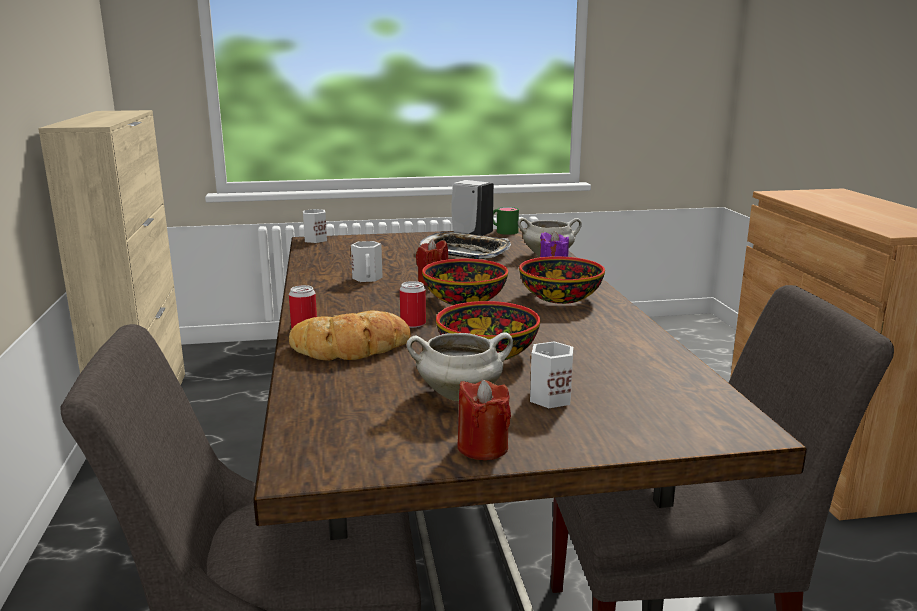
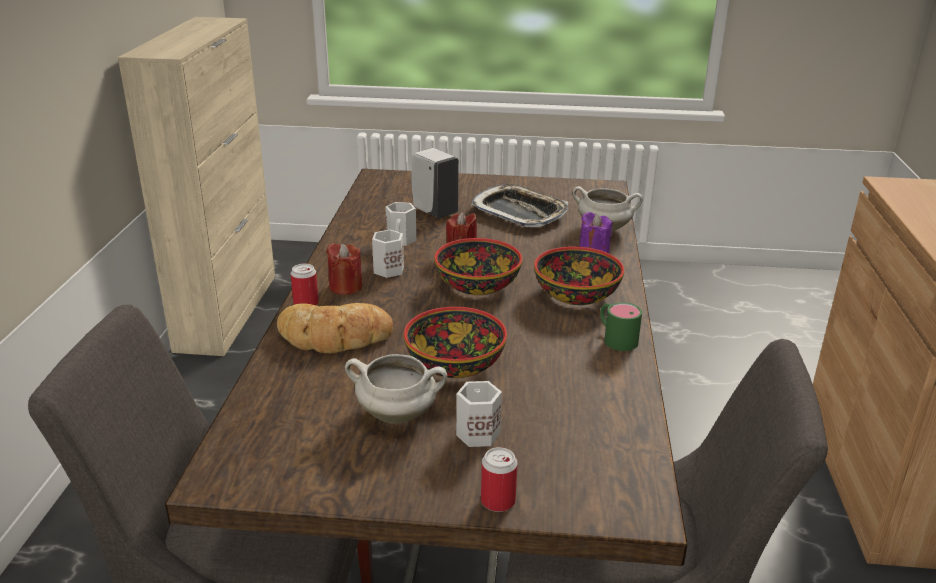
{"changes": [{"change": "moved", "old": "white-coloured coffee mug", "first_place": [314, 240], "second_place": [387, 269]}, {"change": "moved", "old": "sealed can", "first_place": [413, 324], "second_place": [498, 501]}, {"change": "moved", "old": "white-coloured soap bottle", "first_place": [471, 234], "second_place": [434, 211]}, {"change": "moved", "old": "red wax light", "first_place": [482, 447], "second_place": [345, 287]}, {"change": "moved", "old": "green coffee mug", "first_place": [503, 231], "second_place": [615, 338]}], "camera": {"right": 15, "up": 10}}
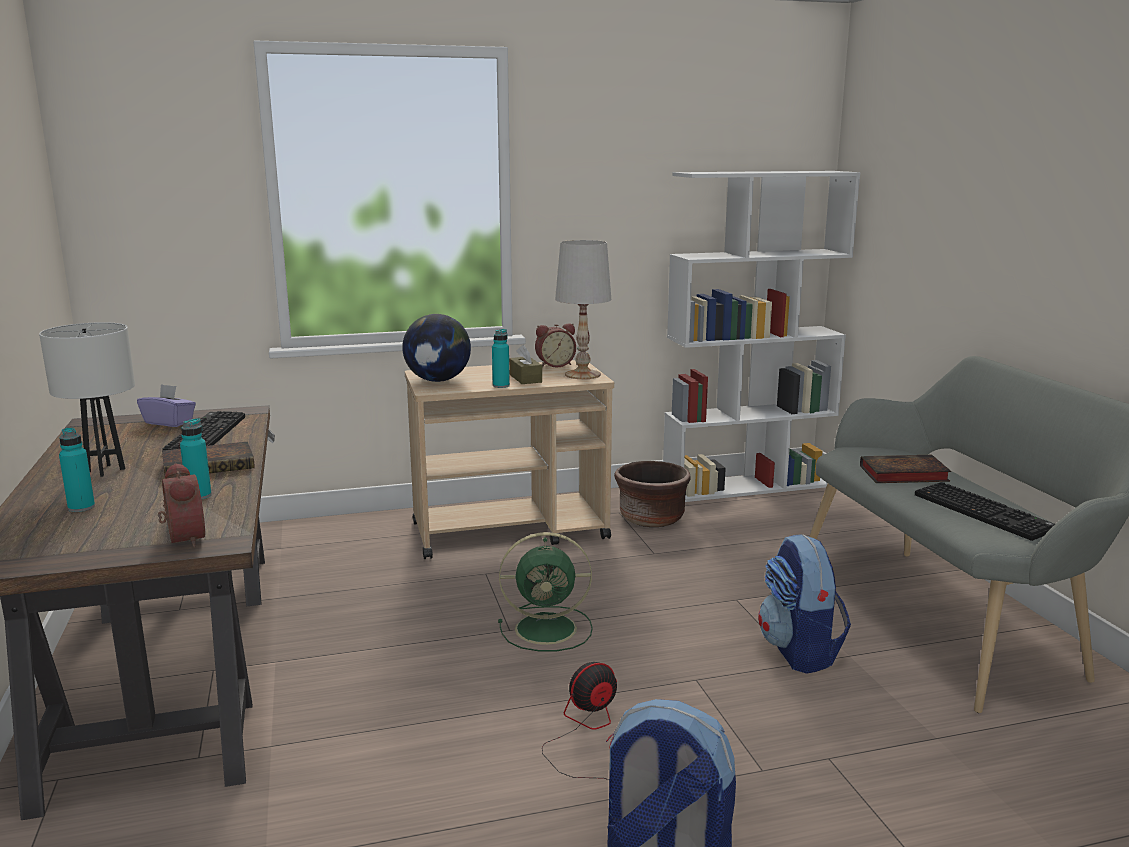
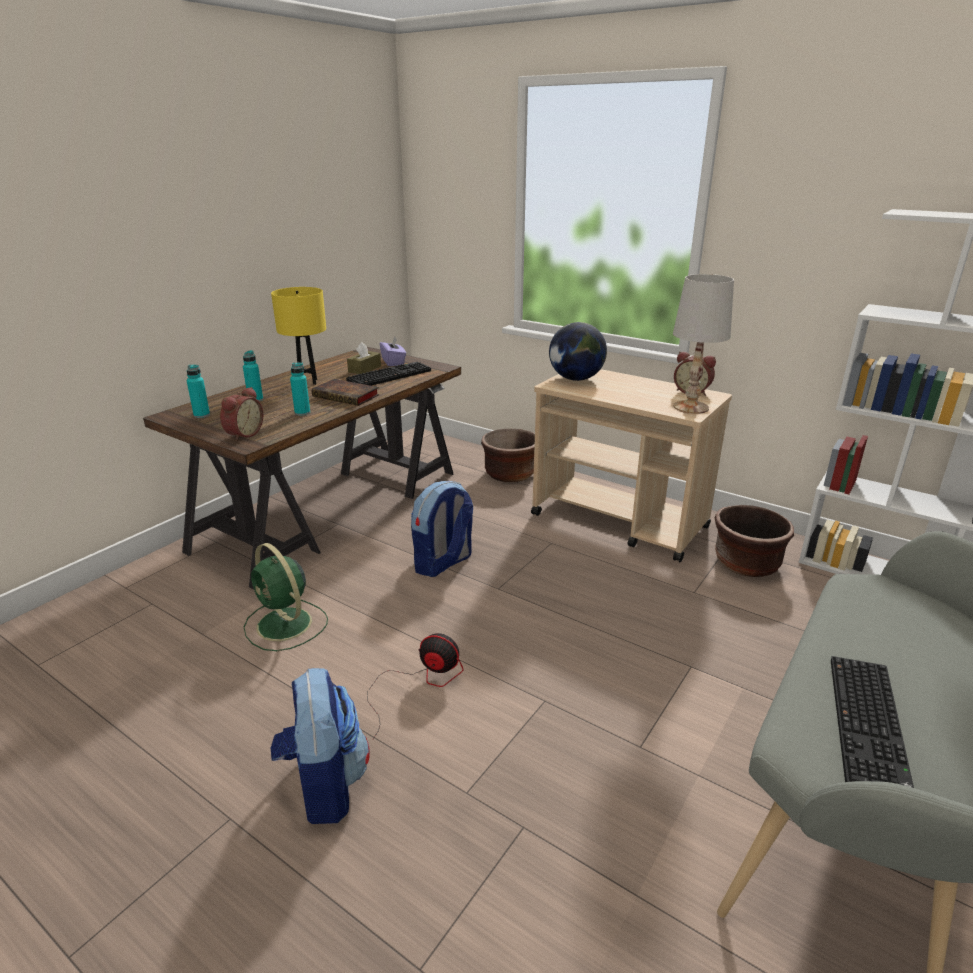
{"changes": [{"change": "recoloured", "old": "white-coloured lamp for a table", "new": "yellowish lamp for a table", "first_place": [106, 470], "second_place": [308, 382]}, {"change": "moved", "old": "turquoise-coloured drink bottle", "first_place": [501, 386], "second_place": [202, 415]}, {"change": "moved", "old": "green cooling fan", "first_place": [548, 629], "second_place": [285, 625]}, {"change": "moved", "old": "brownish tissue holder", "first_place": [525, 378], "second_place": [364, 369]}, {"change": "moved", "old": "backpack", "first_place": [799, 651], "second_place": [443, 563]}, {"change": "removed", "old": "book", "first_place": [901, 474]}, {"change": "added", "new": "brownish flower pot", "second_place": [510, 474]}], "camera": {"right": 50, "up": 10}}
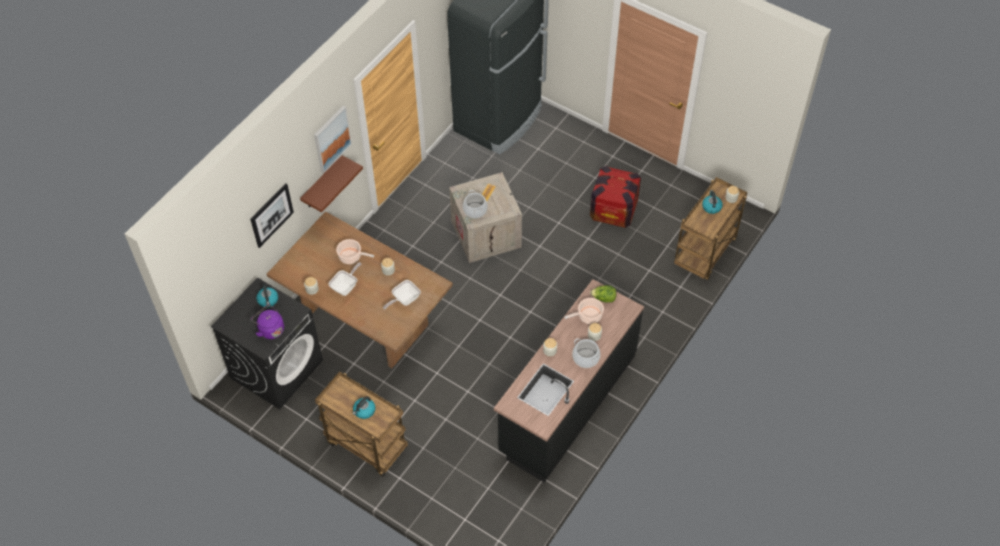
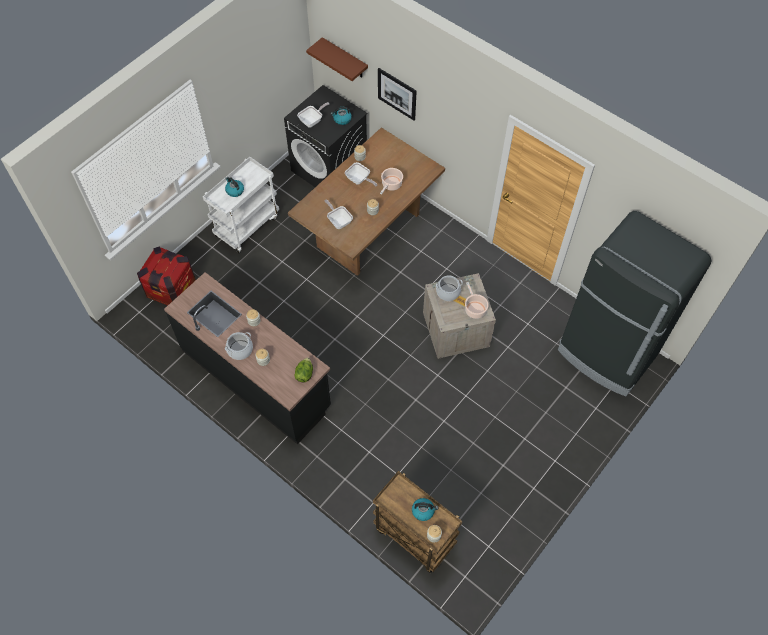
{"changes": [{"change": "replaced", "old": "purple-coloured tea kettle", "new": "skillet", "first_place": [270, 329], "second_place": [312, 121]}, {"change": "moved", "old": "brownish bracket shelf", "first_place": [322, 183], "second_place": [345, 59]}, {"change": "removed", "old": "wall art", "first_place": [331, 138]}, {"change": "recoloured", "old": "brownish trolley", "new": "white-coloured trolley", "first_place": [365, 445], "second_place": [247, 225]}, {"change": "moved", "old": "saucepot", "first_place": [588, 316], "second_place": [474, 309]}, {"change": "moved", "old": "packing crate", "first_place": [613, 210], "second_place": [171, 288]}], "camera": {"right": 95, "up": 5}}
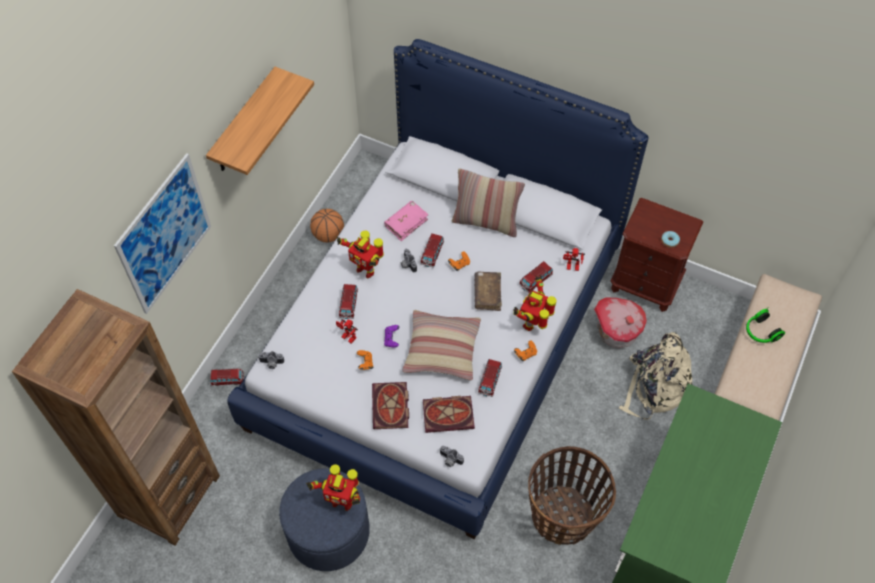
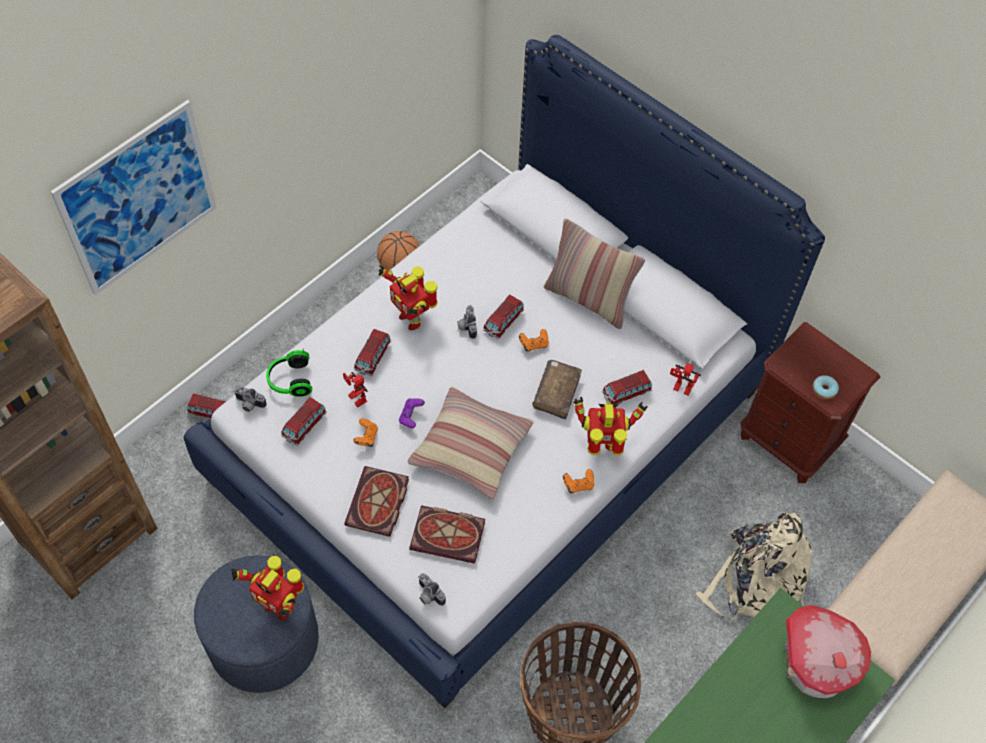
{"changes": [{"change": "removed", "old": "bracket shelf", "first_place": [244, 123]}, {"change": "removed", "old": "pinkish book", "first_place": [406, 223]}, {"change": "moved", "old": "model car", "first_place": [490, 381], "second_place": [304, 425]}, {"change": "turned", "old": "toy robot", "first_place": [532, 323], "second_place": [602, 447], "degrees": 45}, {"change": "moved", "old": "miniature house", "first_place": [616, 331], "second_place": [815, 664]}, {"change": "moved", "old": "headset", "first_place": [760, 332], "second_place": [289, 380]}], "camera": {"right": 15, "up": 0}}
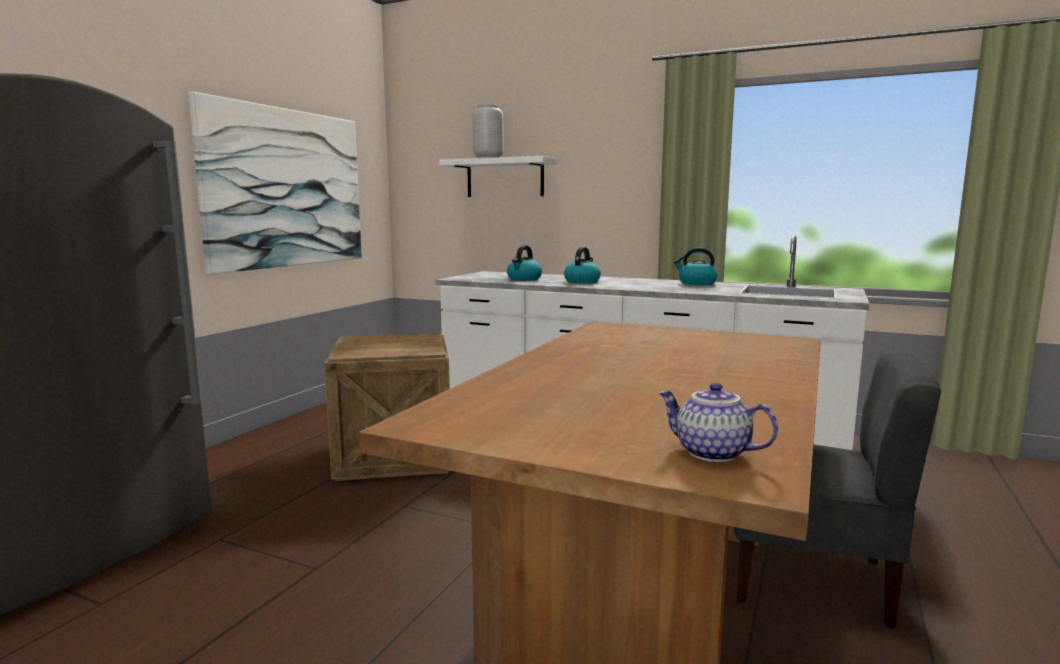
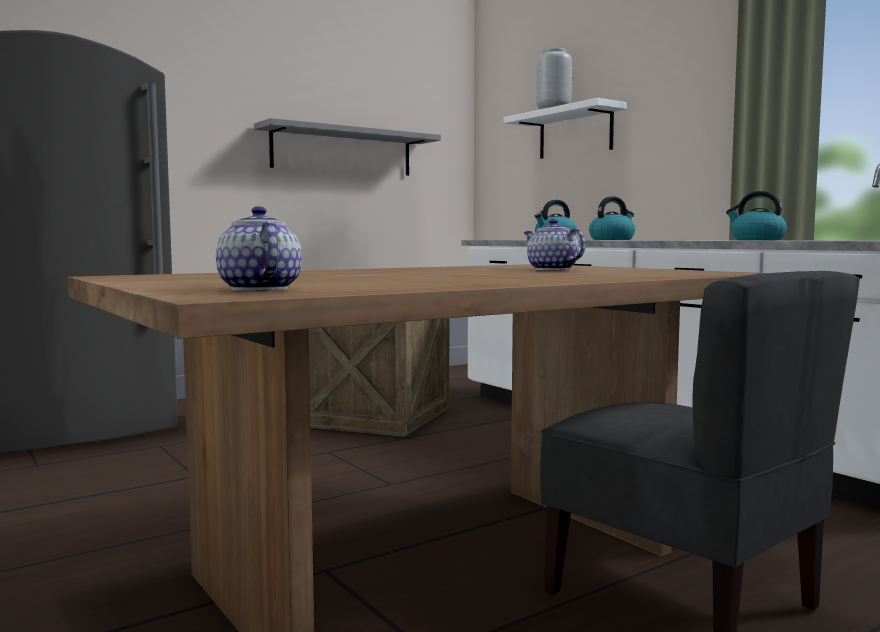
{"changes": [{"change": "replaced", "old": "wall art", "new": "gray bracket shelf", "first_place": [286, 188], "second_place": [343, 151]}, {"change": "added", "new": "tea pot", "second_place": [551, 270]}], "camera": {"right": 30, "up": -5}}
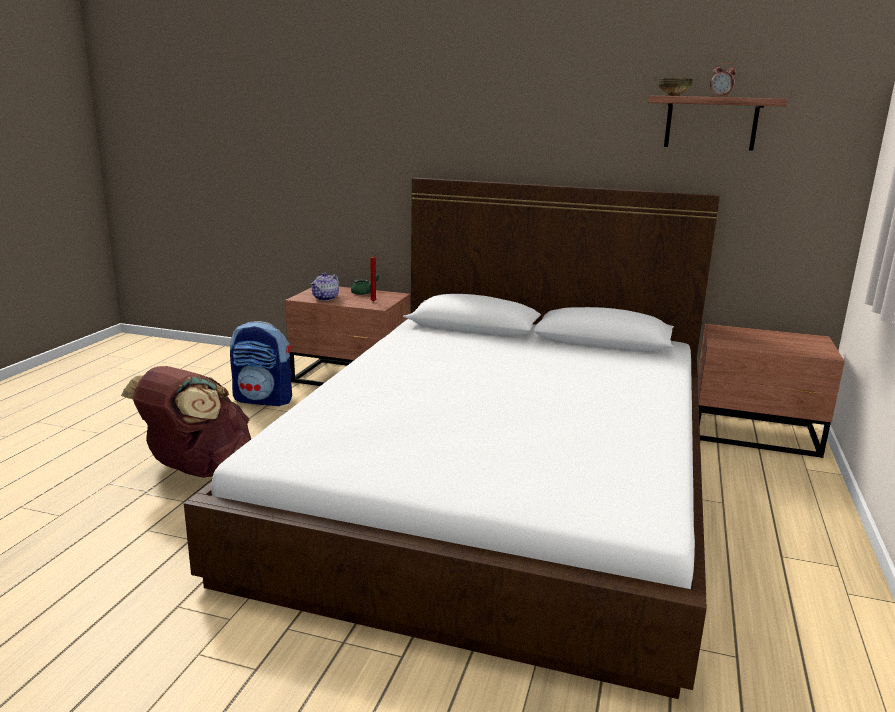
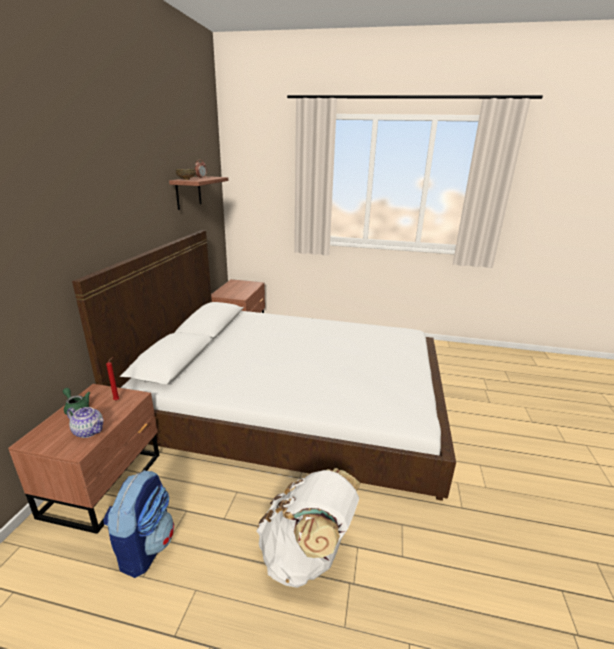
{"changes": [{"change": "recoloured", "old": "brownish backpack", "new": "white-coloured backpack", "first_place": [197, 470], "second_place": [307, 555]}], "camera": {"right": -95, "up": 5}}
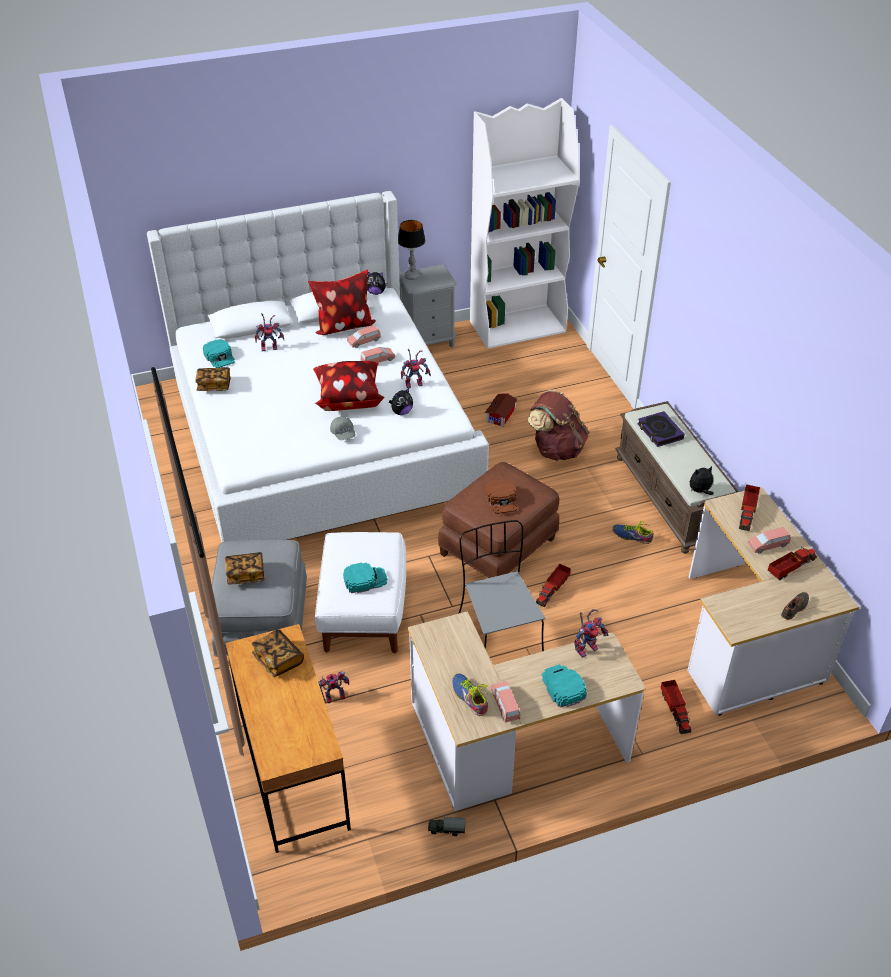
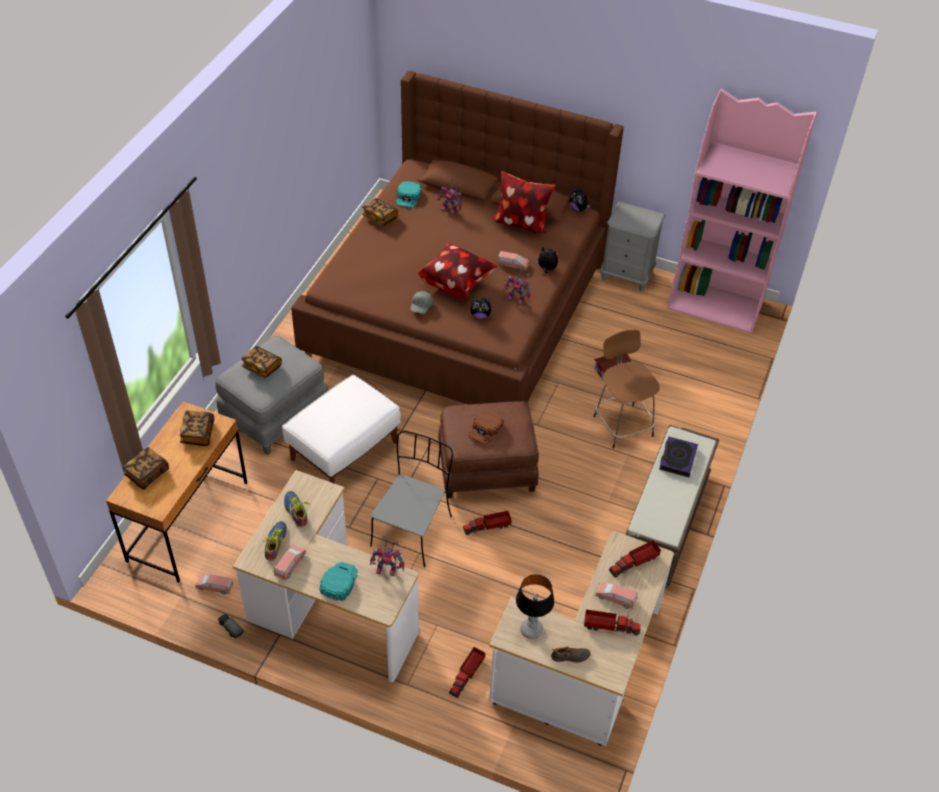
{"changes": [{"change": "recoloured", "old": "white-coloured bedroom bed", "new": "brownish bedroom bed", "first_place": [322, 439], "second_place": [459, 306]}, {"change": "removed", "old": "toy robot", "first_place": [333, 698]}, {"change": "removed", "old": "turquoise-coloured baseball cap", "first_place": [365, 579]}, {"change": "moved", "old": "pinkish model car", "first_place": [364, 341], "second_place": [214, 587]}, {"change": "moved", "old": "lamp for a table", "first_place": [412, 275], "second_place": [531, 629]}, {"change": "recoloured", "old": "white-coloured shelving unit", "new": "pinkish shelving unit", "first_place": [518, 326], "second_place": [716, 305]}, {"change": "replaced", "old": "brownish backpack", "new": "brownish stool", "first_place": [556, 449], "second_place": [622, 424]}, {"change": "moved", "old": "item of footwear", "first_place": [632, 536], "second_place": [296, 511]}, {"change": "moved", "old": "plush toy", "first_place": [700, 491], "second_place": [546, 269]}, {"change": "added", "new": "book", "second_place": [147, 474]}], "camera": {"right": 40, "up": 5}}
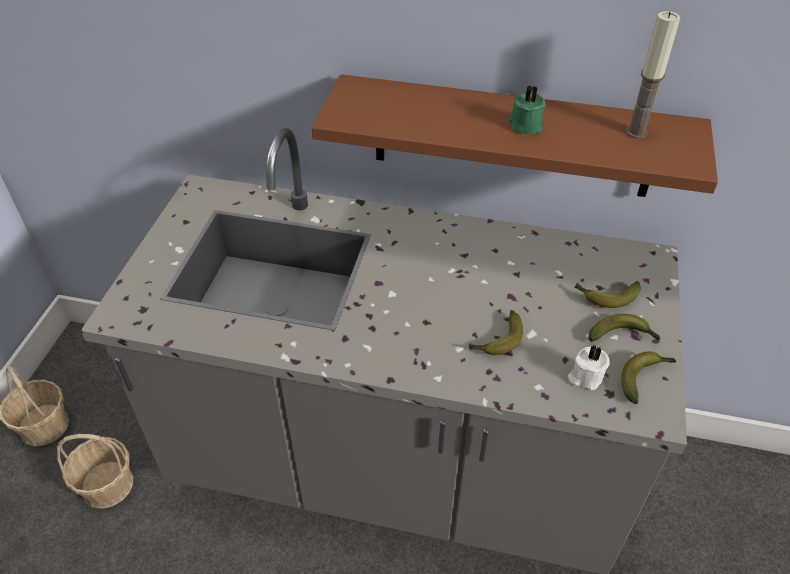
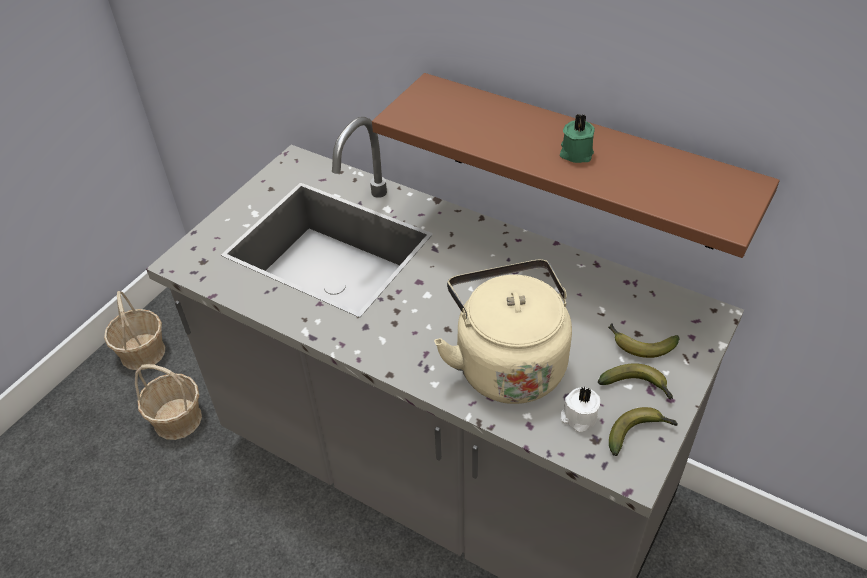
{"changes": [{"change": "replaced", "old": "banana fruit", "new": "beige-coloured tea kettle", "first_place": [497, 341], "second_place": [507, 363]}, {"change": "removed", "old": "wax light", "first_place": [636, 132]}], "camera": {"right": 20, "up": 0}}
